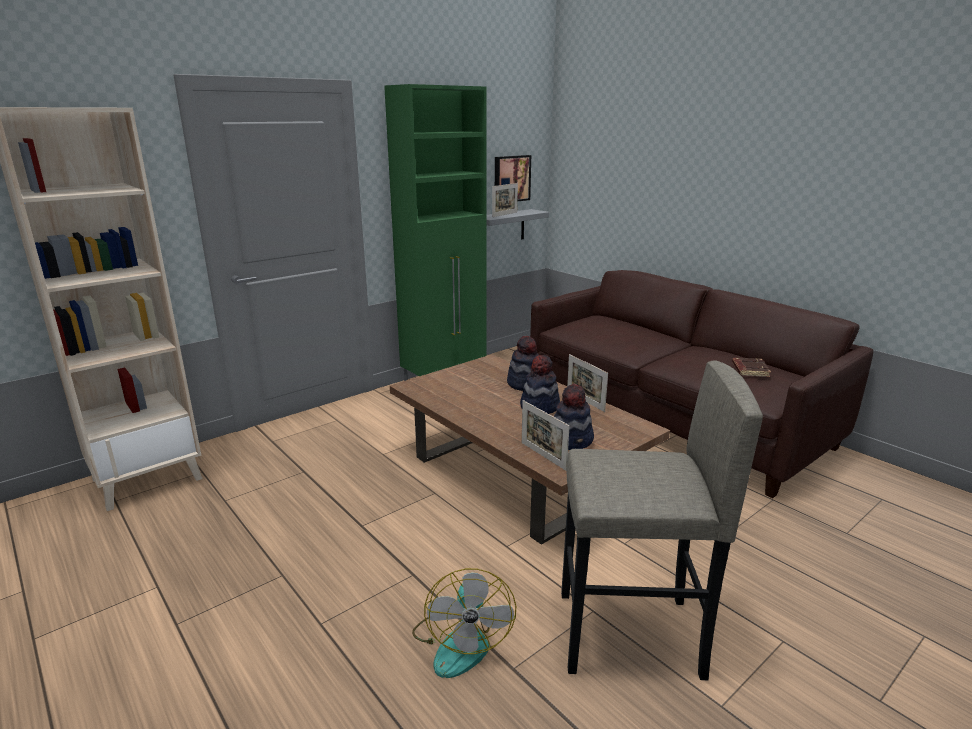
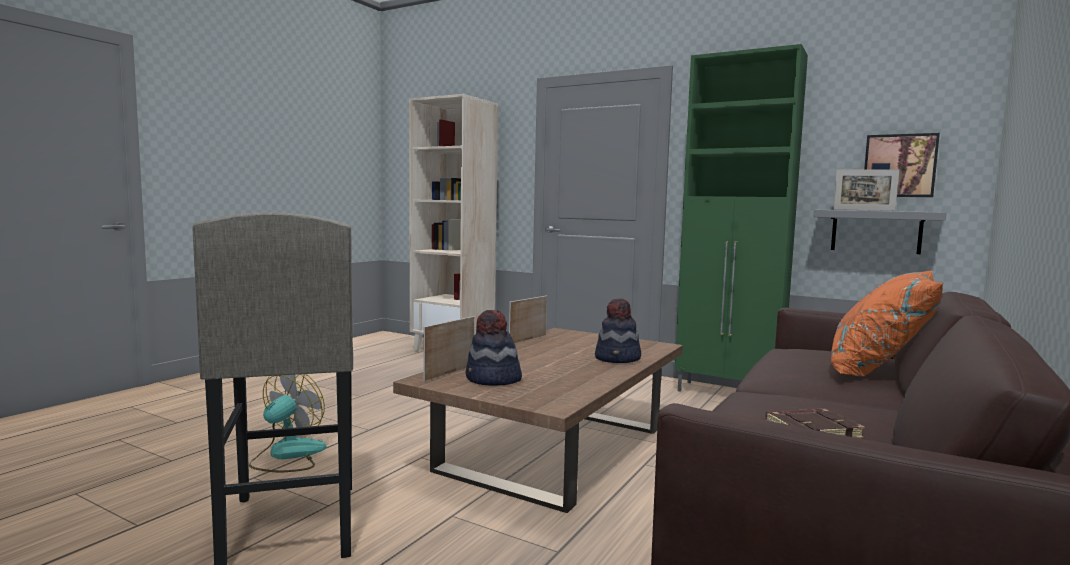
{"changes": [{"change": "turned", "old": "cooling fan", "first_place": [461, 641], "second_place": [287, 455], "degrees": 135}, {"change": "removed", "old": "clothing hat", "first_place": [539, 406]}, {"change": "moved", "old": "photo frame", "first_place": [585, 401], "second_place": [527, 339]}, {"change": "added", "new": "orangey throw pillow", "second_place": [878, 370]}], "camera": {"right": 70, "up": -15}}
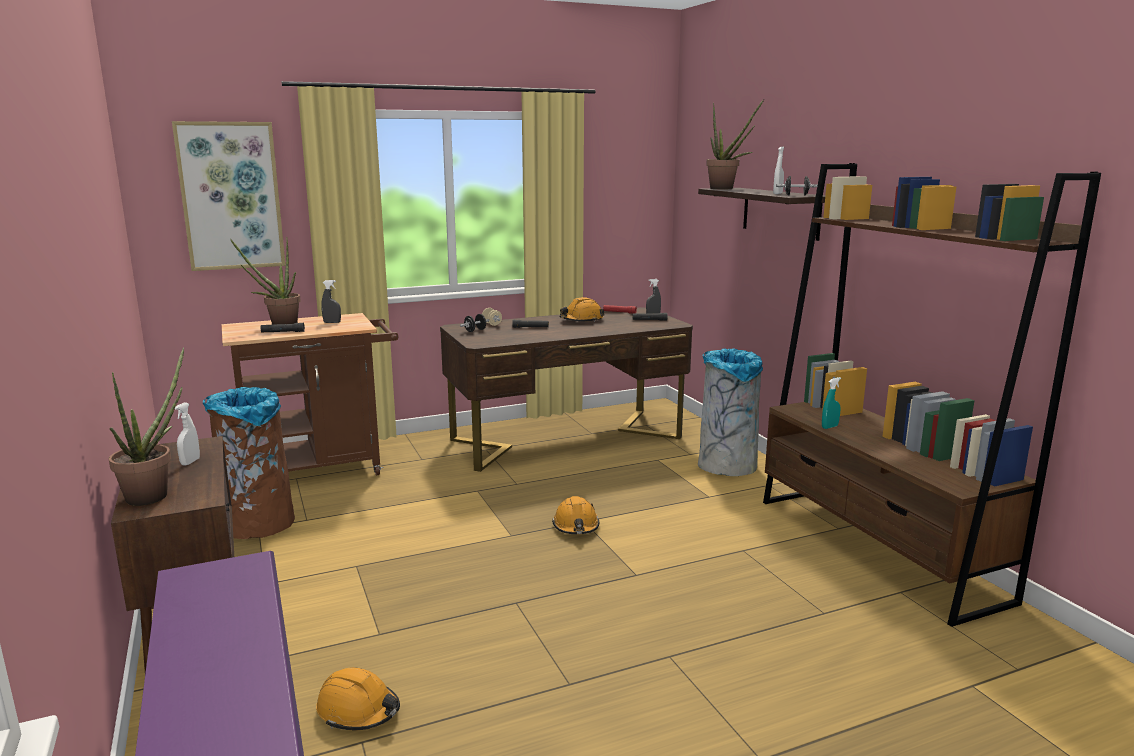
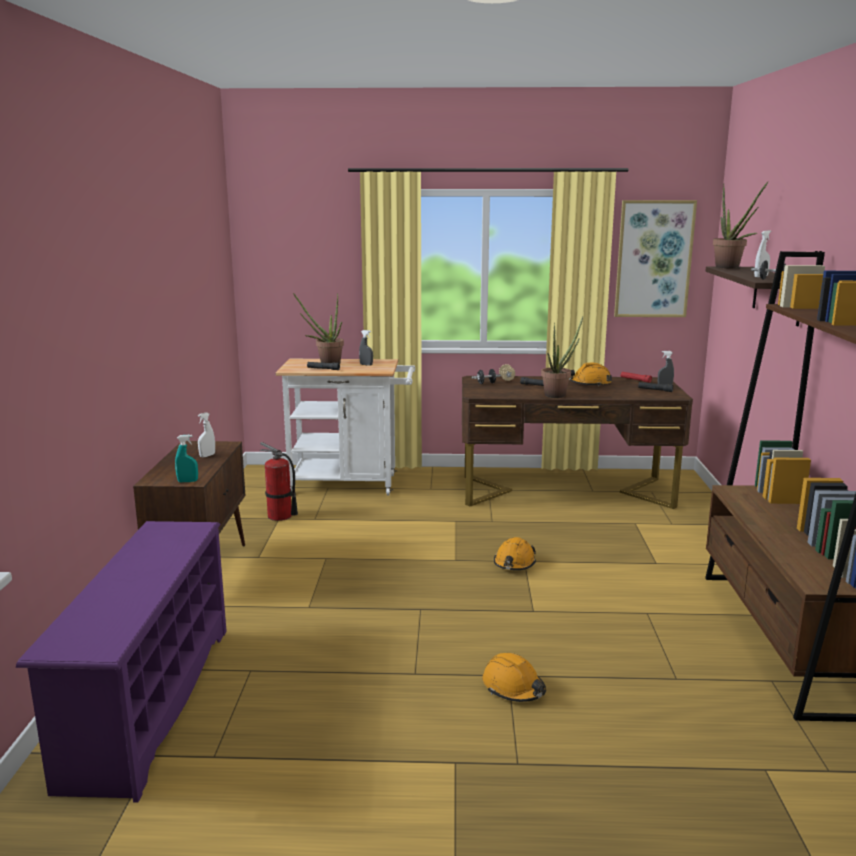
{"changes": [{"change": "moved", "old": "plant in a pot", "first_place": [154, 494], "second_place": [558, 394]}, {"change": "moved", "old": "wall art", "first_place": [231, 196], "second_place": [653, 259]}, {"change": "replaced", "old": "brownish trash can", "new": "fire-fighting cylinder", "first_place": [258, 525], "second_place": [280, 516]}, {"change": "recoloured", "old": "brownish trolley", "new": "white-coloured trolley", "first_place": [322, 469], "second_place": [351, 484]}, {"change": "moved", "old": "orangey safety helmet", "first_place": [358, 710], "second_place": [513, 688]}, {"change": "removed", "old": "gray trash can", "first_place": [726, 466]}, {"change": "moved", "old": "turquoise-coloured hand sprayer", "first_place": [829, 427], "second_place": [187, 481]}], "camera": {"right": 25, "up": 0}}
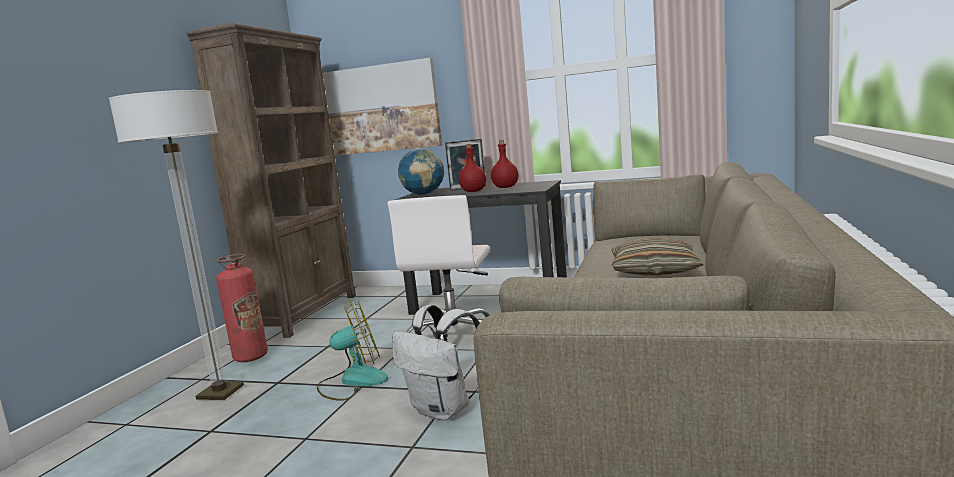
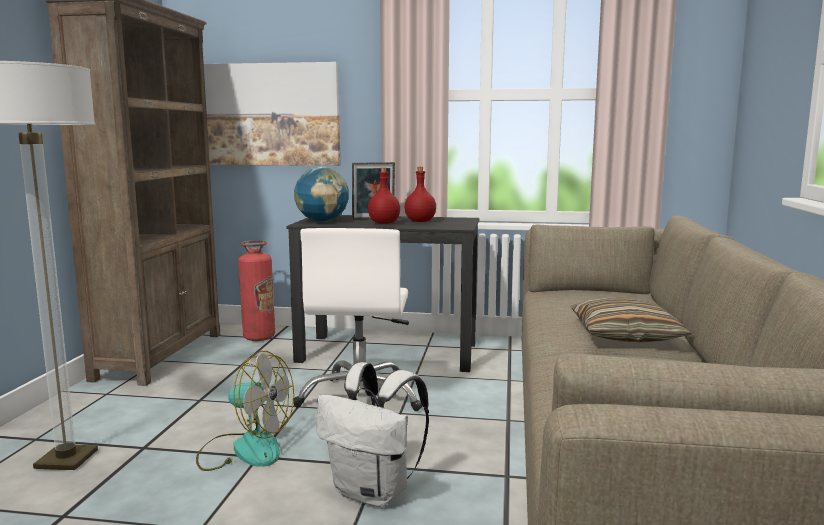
{"changes": [{"change": "moved", "old": "fire-fighting cylinder", "first_place": [250, 357], "second_place": [259, 337]}, {"change": "turned", "old": "cooling fan", "first_place": [353, 381], "second_place": [245, 449], "degrees": 45}], "camera": {"right": -10, "up": 0}}
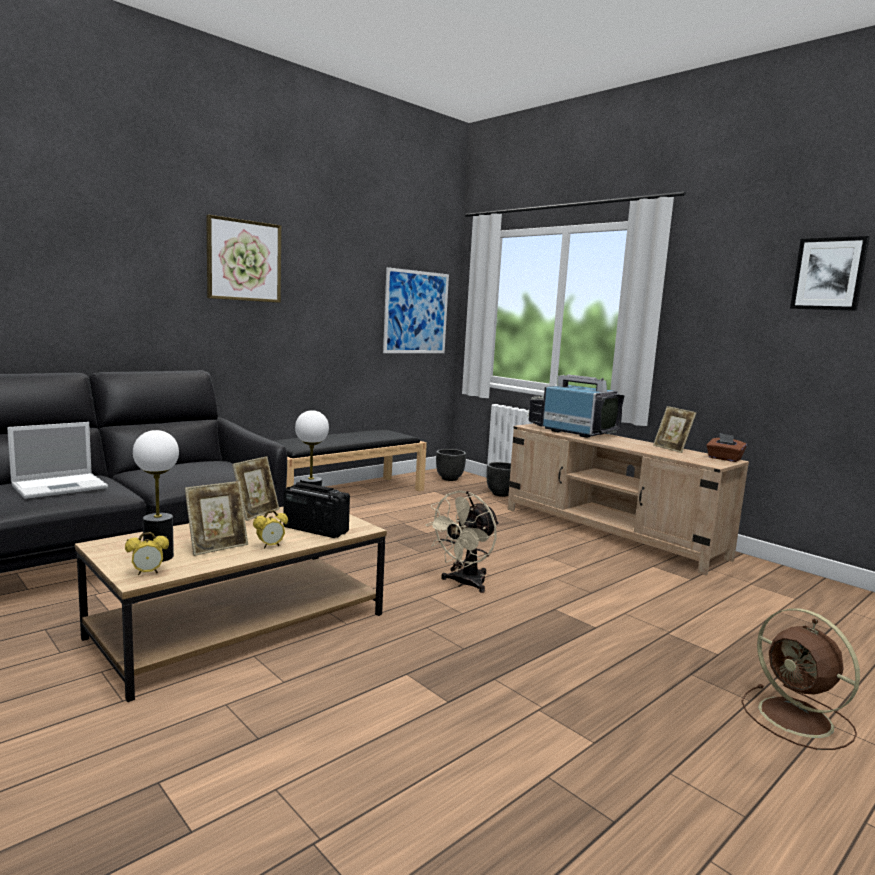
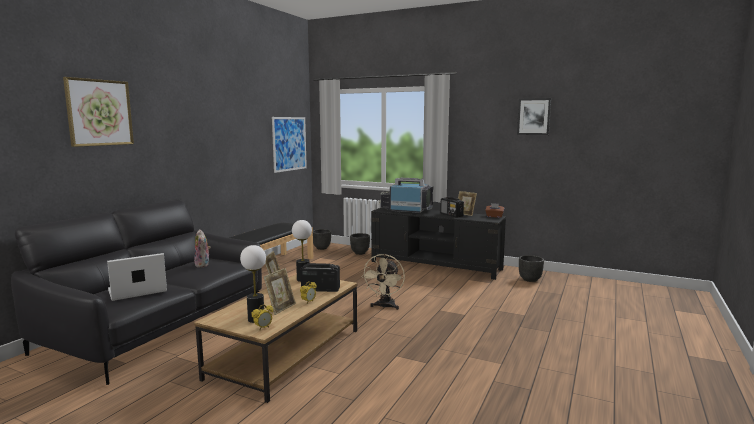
{"changes": [{"change": "turned", "old": "notebook computer", "first_place": [61, 486], "second_place": [136, 291], "degrees": -150}, {"change": "moved", "old": "wall art", "first_place": [244, 260], "second_place": [99, 112]}, {"change": "recoloured", "old": "beige-coloured tv stand", "new": "blackish tv stand", "first_place": [610, 533], "second_place": [435, 265]}, {"change": "removed", "old": "brownish cooling fan", "first_place": [798, 719]}, {"change": "added", "new": "plush toy", "second_place": [203, 264]}, {"change": "added", "new": "radio receiver", "second_place": [451, 215]}, {"change": "added", "new": "blackish flower pot", "second_place": [530, 279]}], "camera": {"right": -20, "up": 0}}
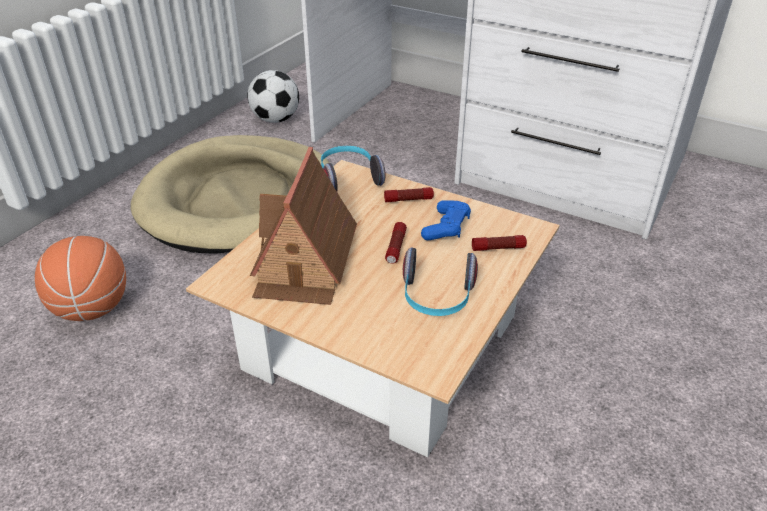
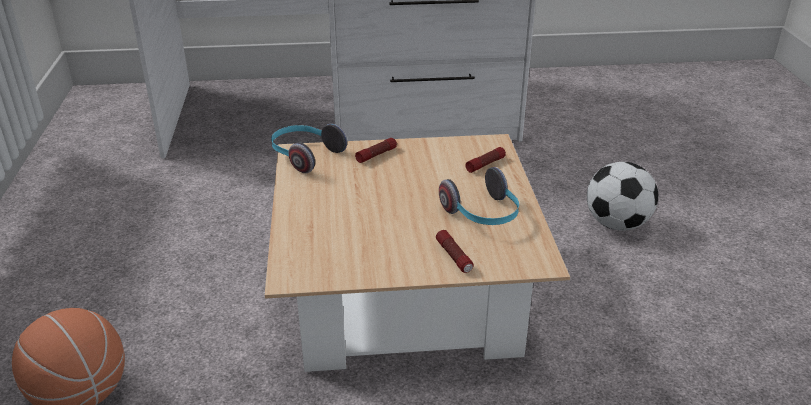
{"changes": [{"change": "removed", "old": "beige-coloured dog cushion", "first_place": [238, 199]}, {"change": "moved", "old": "football", "first_place": [276, 119], "second_place": [616, 224]}, {"change": "removed", "old": "miniature house", "first_place": [305, 262]}, {"change": "moved", "old": "flashlight", "first_place": [396, 248], "second_place": [454, 257]}, {"change": "removed", "old": "blue-coloured joypad", "first_place": [446, 228]}], "camera": {"right": -35, "up": -5}}
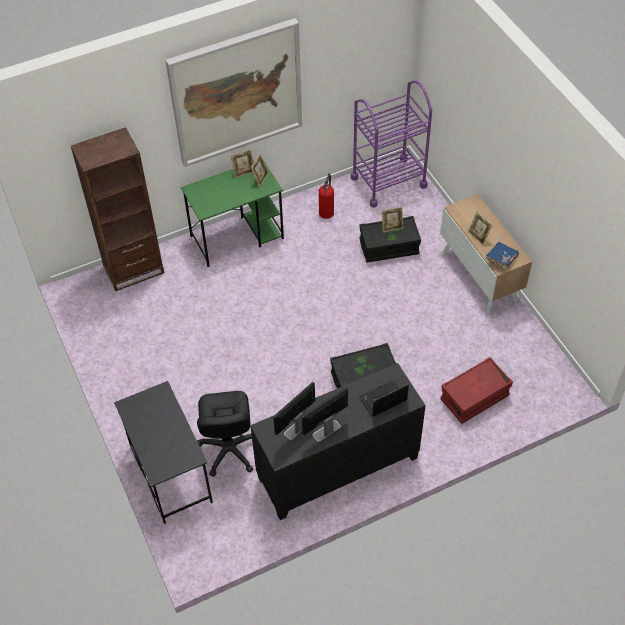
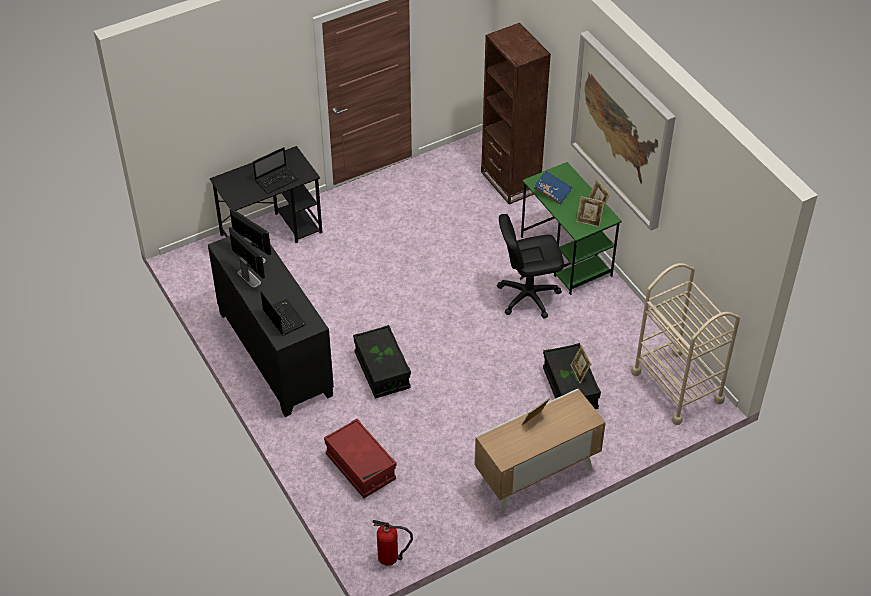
{"changes": [{"change": "moved", "old": "blackish office chair", "first_place": [229, 450], "second_place": [528, 296]}, {"change": "moved", "old": "fire-fighting cylinder", "first_place": [326, 211], "second_place": [390, 556]}, {"change": "recoloured", "old": "purple-coloured trolley", "new": "beige-coloured trolley", "first_place": [388, 182], "second_place": [677, 386]}, {"change": "moved", "old": "blue-coloured book", "first_place": [501, 259], "second_place": [552, 192]}, {"change": "added", "new": "notebook computer", "second_place": [277, 179]}], "camera": {"right": 85, "up": -5}}
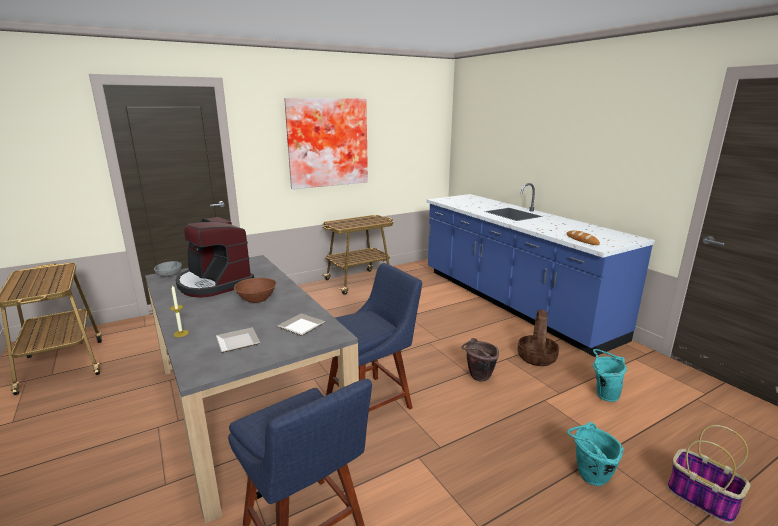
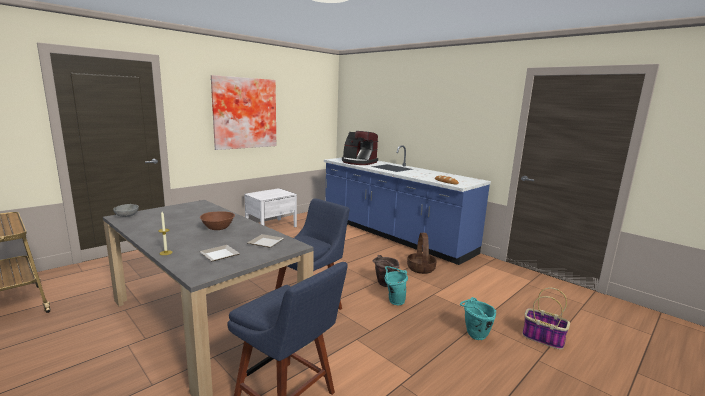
{"changes": [{"change": "moved", "old": "coffee machine", "first_place": [214, 283], "second_place": [358, 162]}, {"change": "replaced", "old": "trolley", "new": "white-coloured bedside table", "first_place": [359, 281], "second_place": [271, 226]}, {"change": "moved", "old": "turquoise-coloured bucket", "first_place": [603, 394], "second_place": [394, 301]}], "camera": {"right": -15, "up": -5}}
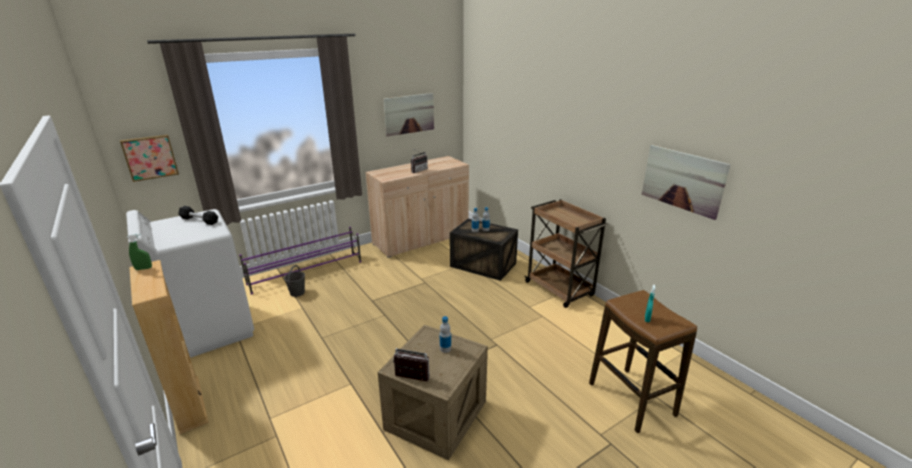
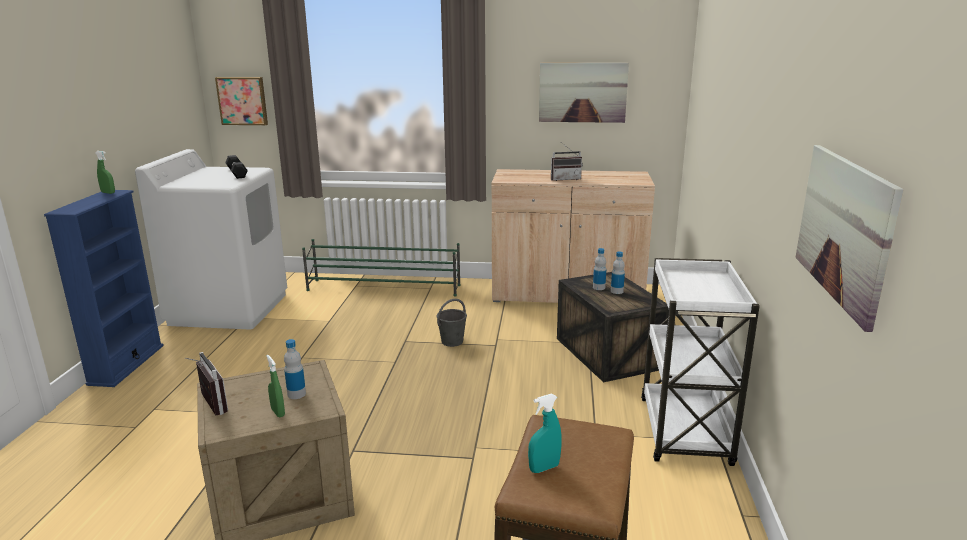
{"changes": [{"change": "recoloured", "old": "beige-coloured shelving unit", "new": "blue-coloured shelving unit", "first_place": [189, 404], "second_place": [126, 364]}, {"change": "recoloured", "old": "purple-coloured shoe stand", "new": "green shoe stand", "first_place": [306, 272], "second_place": [384, 288]}, {"change": "moved", "old": "gray bucket", "first_place": [297, 292], "second_place": [452, 341]}, {"change": "recoloured", "old": "brownish trolley", "new": "white-coloured trolley", "first_place": [560, 289], "second_place": [685, 433]}, {"change": "added", "new": "green hand sprayer", "second_place": [278, 412]}], "camera": {"right": 40, "up": -5}}
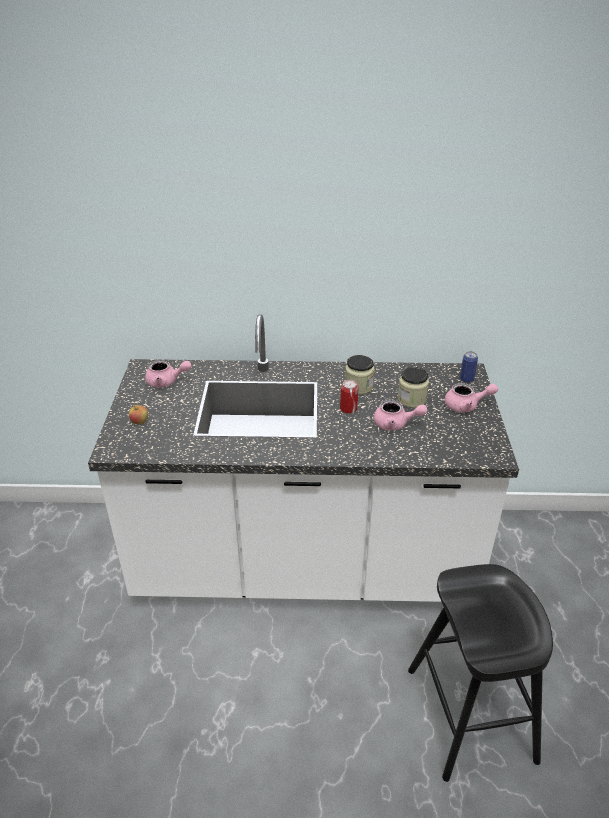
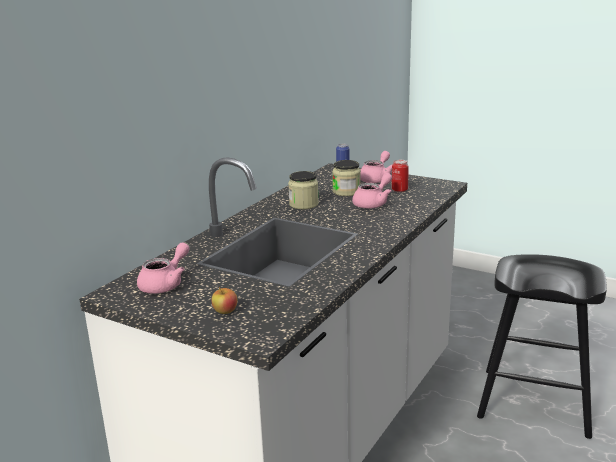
{"changes": [{"change": "moved", "old": "sealed can", "first_place": [348, 409], "second_place": [399, 190]}], "camera": {"right": -60, "up": -15}}
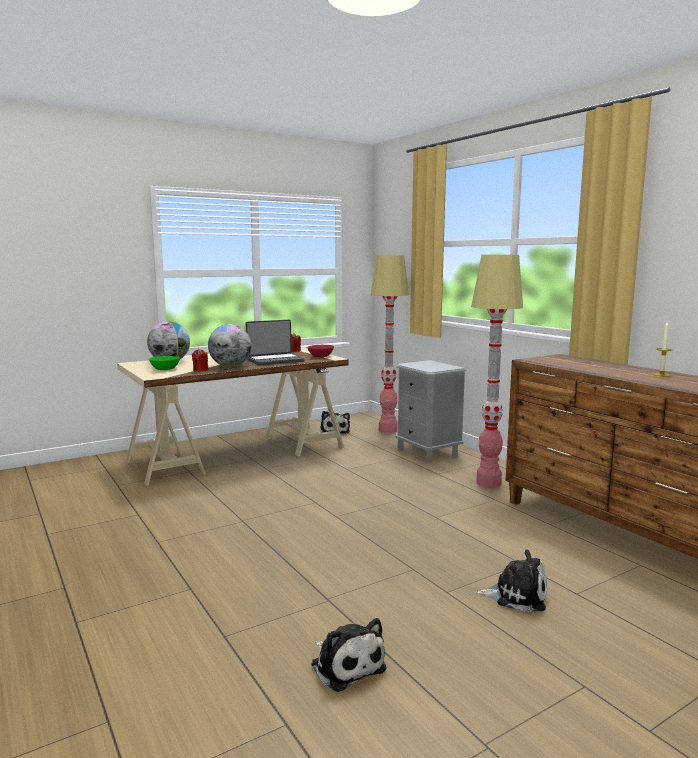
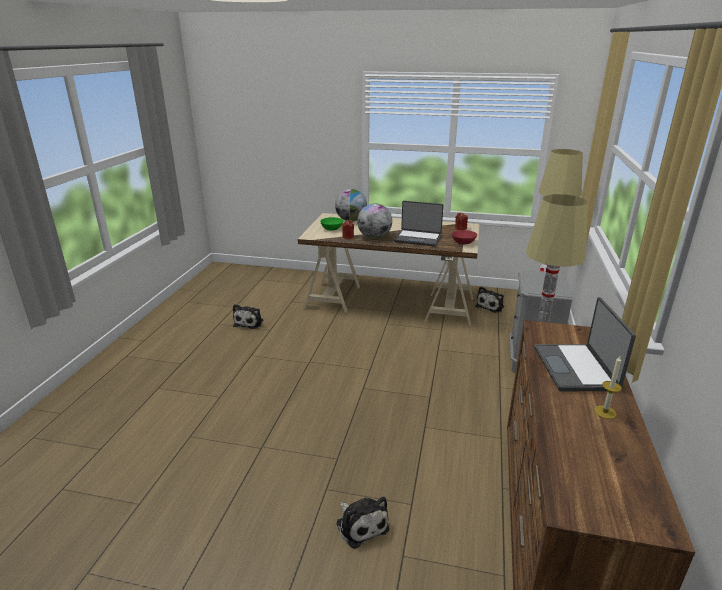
{"changes": [{"change": "moved", "old": "plush toy", "first_place": [346, 665], "second_place": [249, 322]}, {"change": "added", "new": "notebook computer", "second_place": [576, 368]}], "camera": {"right": 45, "up": 15}}
